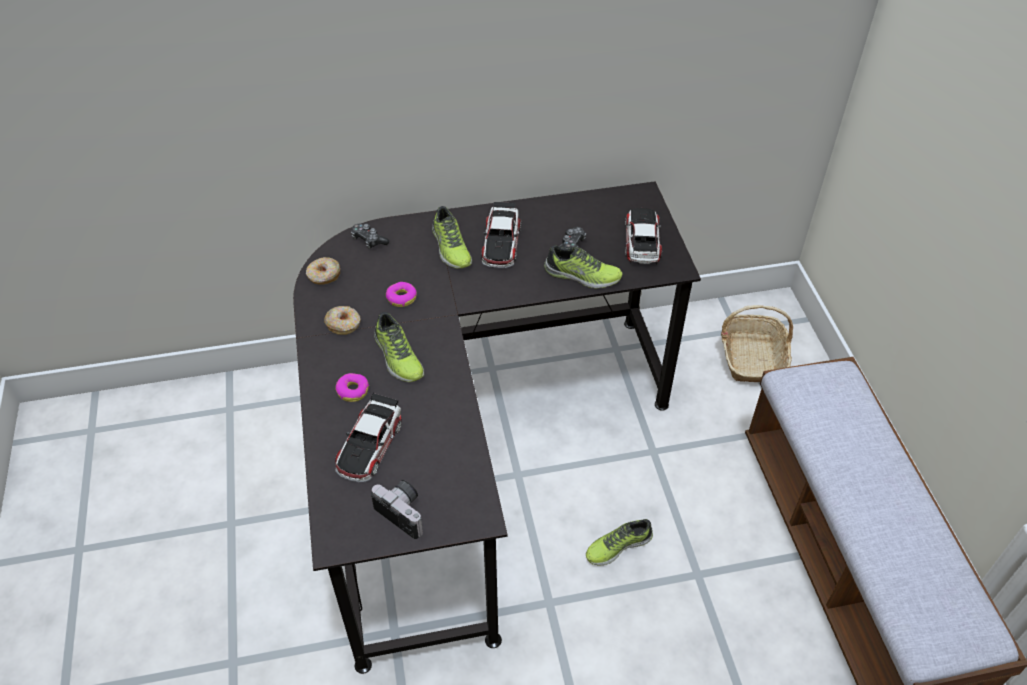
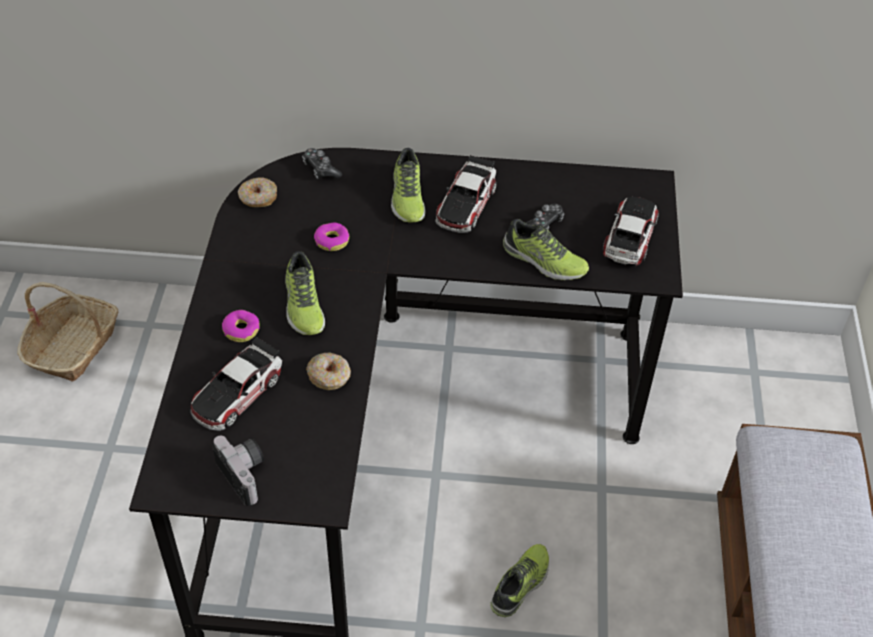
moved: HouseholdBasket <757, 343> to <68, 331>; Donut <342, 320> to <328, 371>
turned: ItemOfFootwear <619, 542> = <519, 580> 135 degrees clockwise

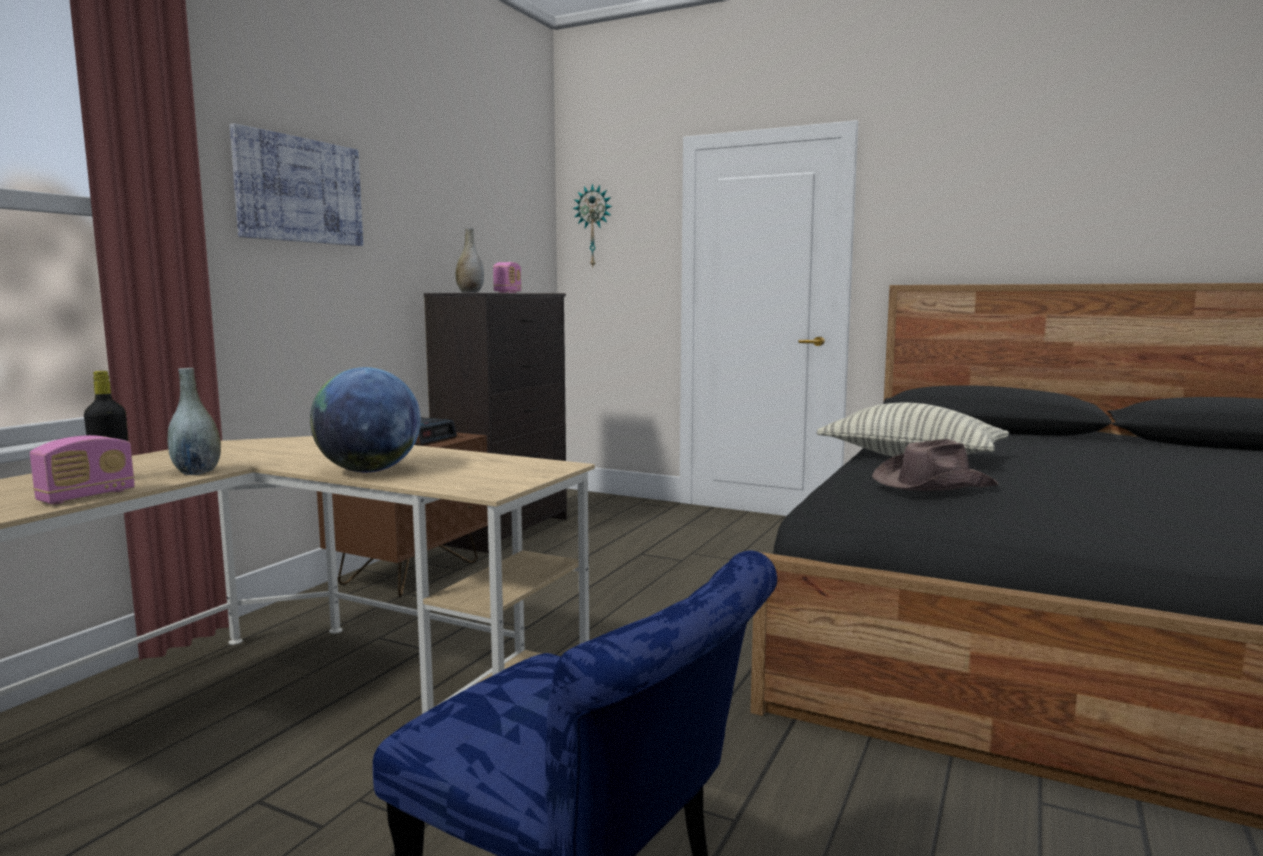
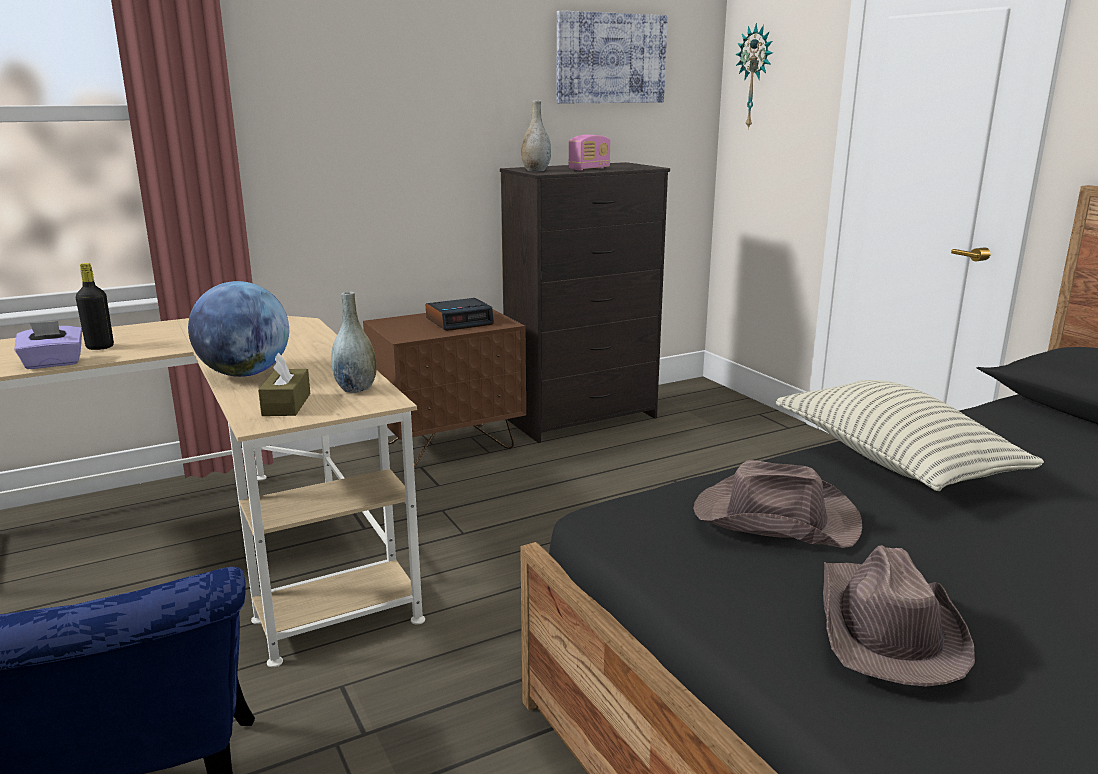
added: BrownBoxOfTissues <284, 384>; BrownHat <899, 616>
moved: Picture <296, 184> to <612, 57>; GreyFlowerVase <194, 421> to <354, 342>
replaced: Radio <82, 469> to PurpleColouredBoxOfTissues <48, 345>

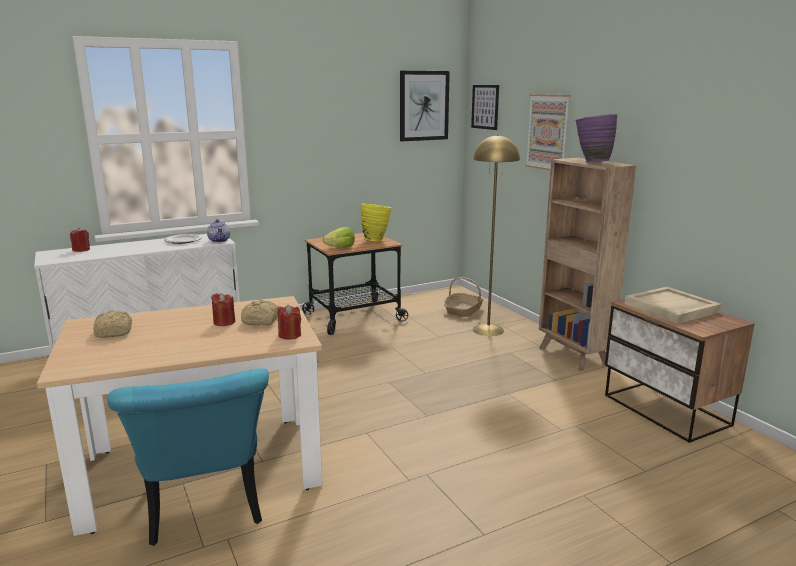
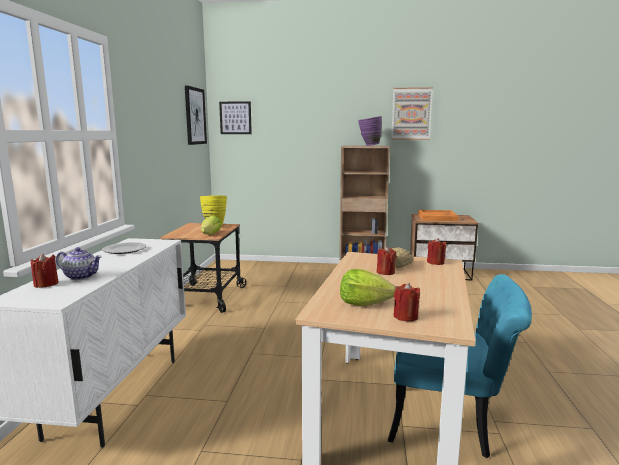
removed: YellowColouredFloorLamp <496, 235>; HouseholdBasket <464, 297>
added: RedWaxLight <406, 302>
moved: Picture <547, 132> to <412, 113>; Teapot <218, 230> to <79, 263>
replaced: BakeryBread <112, 324> to LettuceHead <368, 287>
recoloured: BeigeServingTray <672, 305> to OrangeColouredServingTray <438, 215>

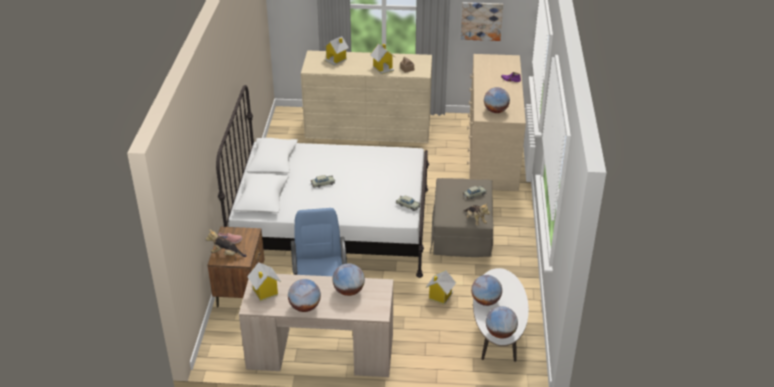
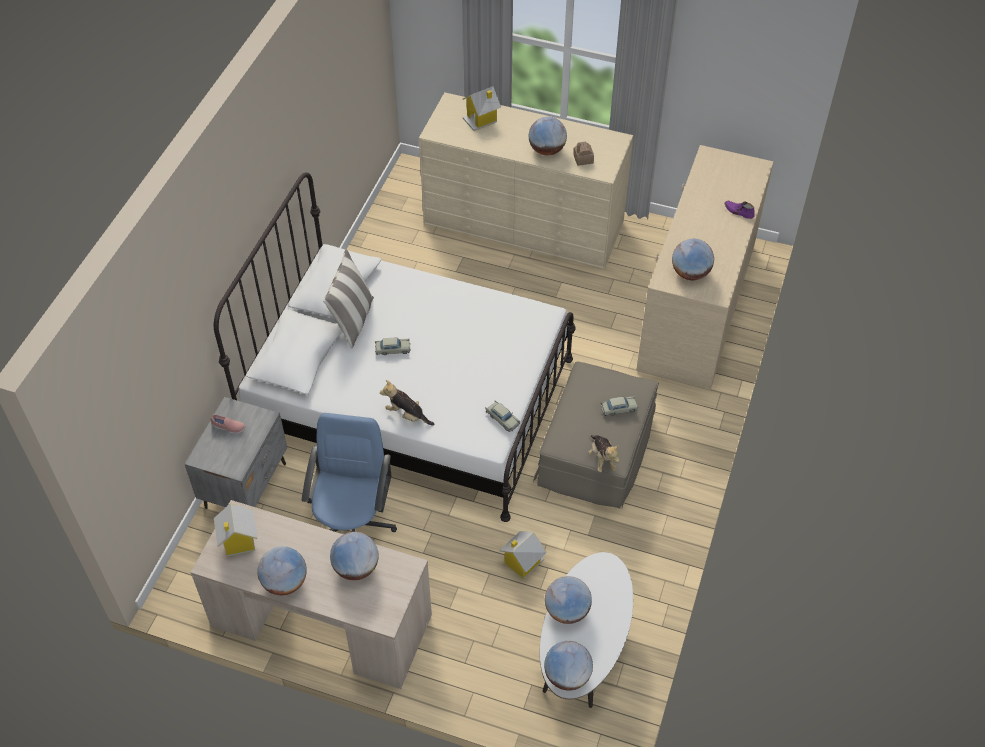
removed: Picture <482, 21>
added: Pillow <348, 298>
moved: CuddlyToy <226, 243> to <407, 403>
replaced: ToyHouse <383, 58> to DeskGlobe <548, 136>
recoloured: BrownNightstand <236, 267> to GreyNightstand <236, 453>

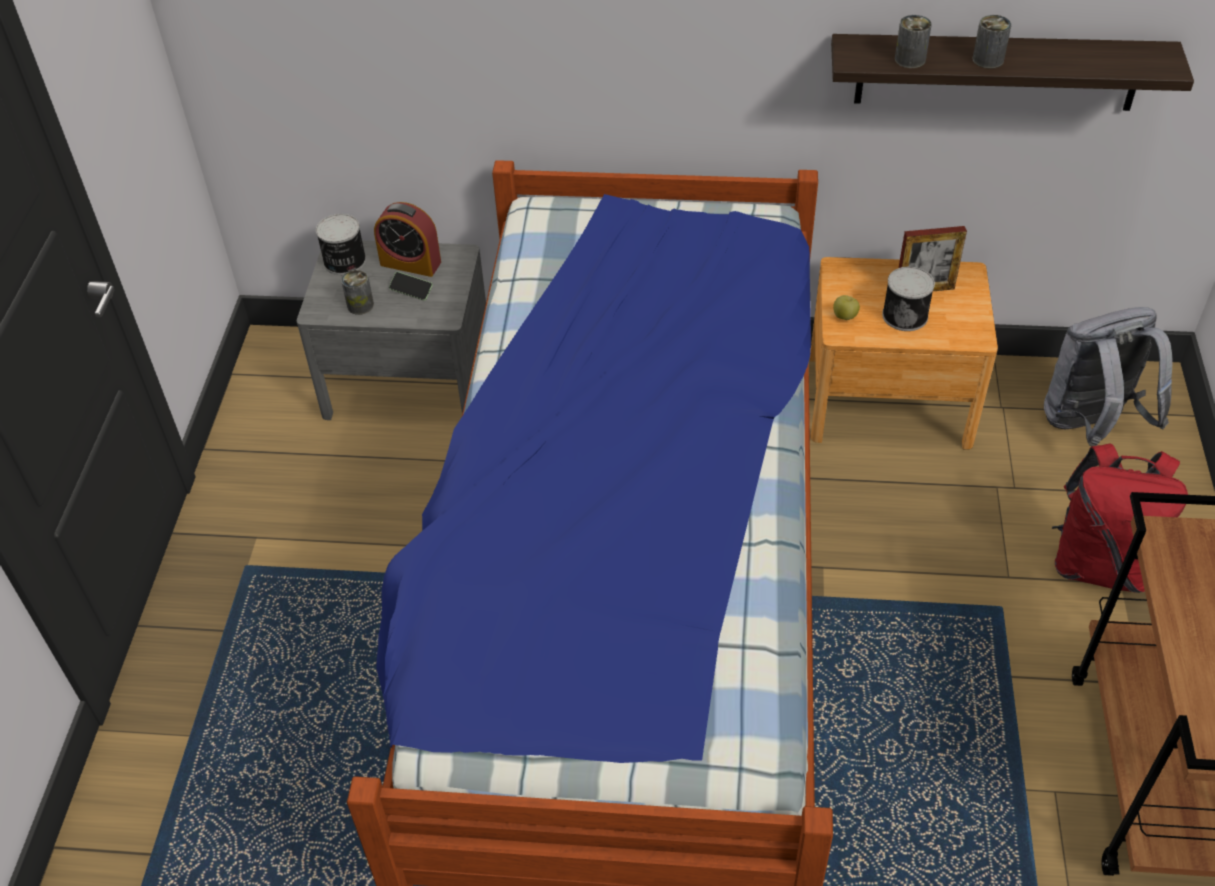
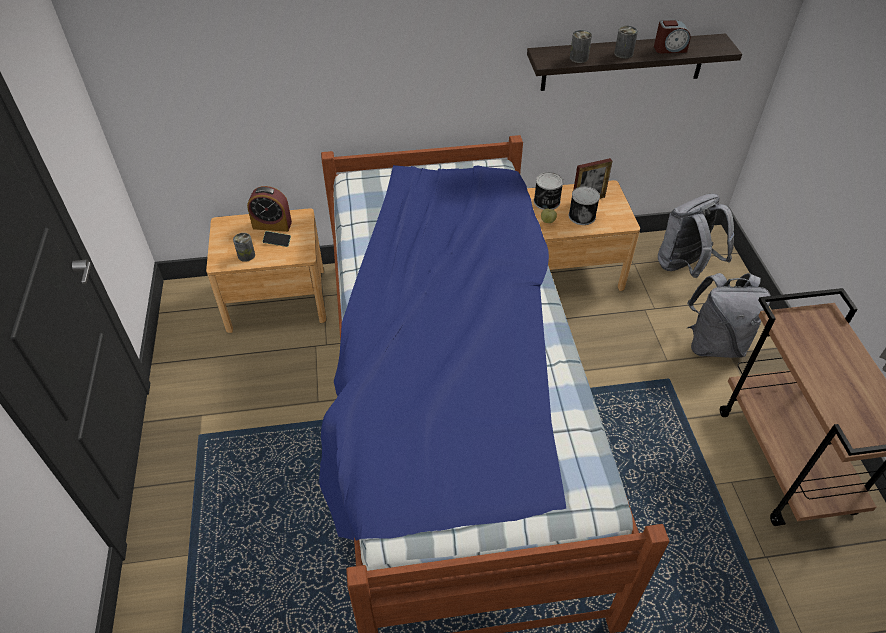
added: TableClock <672, 36>
moved: Can <341, 244> to <548, 191>
recoloured: GreyNightstand <391, 330> to BrownNightstand <266, 270>; RedBackpack <1120, 518> to GreyBackpack <729, 315>

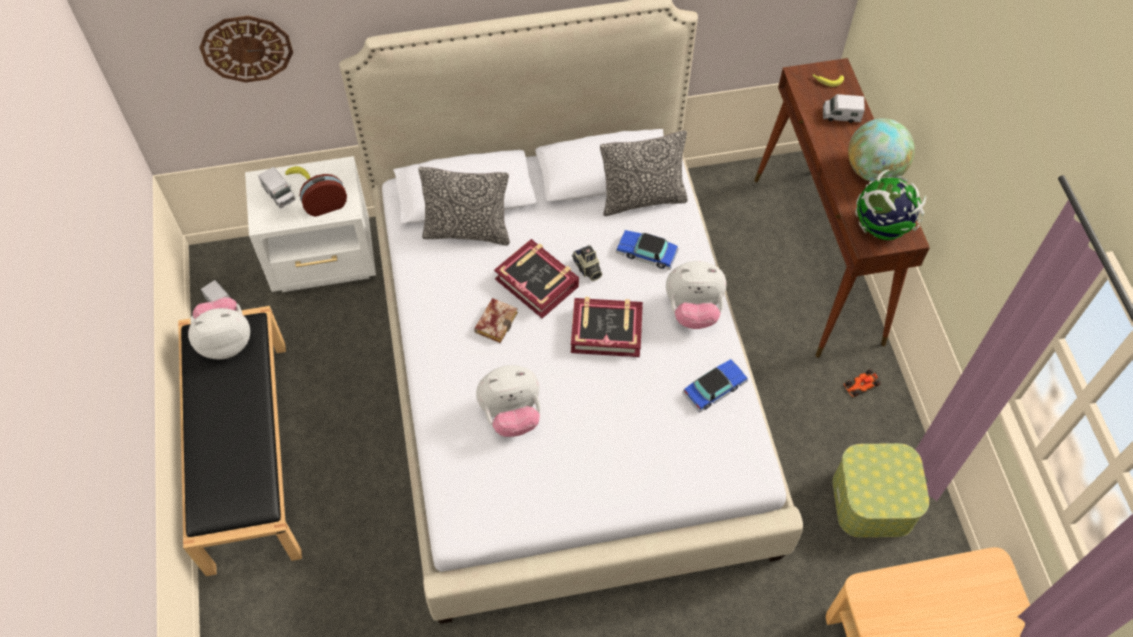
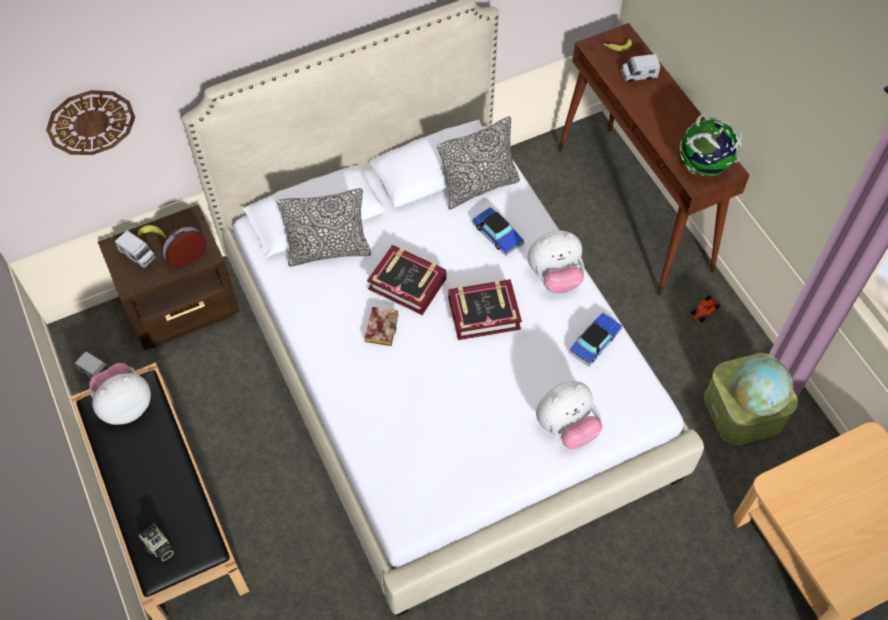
moved: DeskGlobe <881, 150> to <762, 386>; StillCamera <587, 263> to <156, 542>; CuddlyToy <508, 401> to <569, 415>
recoloured: WhiteColouredNightstand <310, 224> to BrownNightstand <169, 277>
turned: ModelCar <647, 250> = <498, 232> 135 degrees counterclockwise

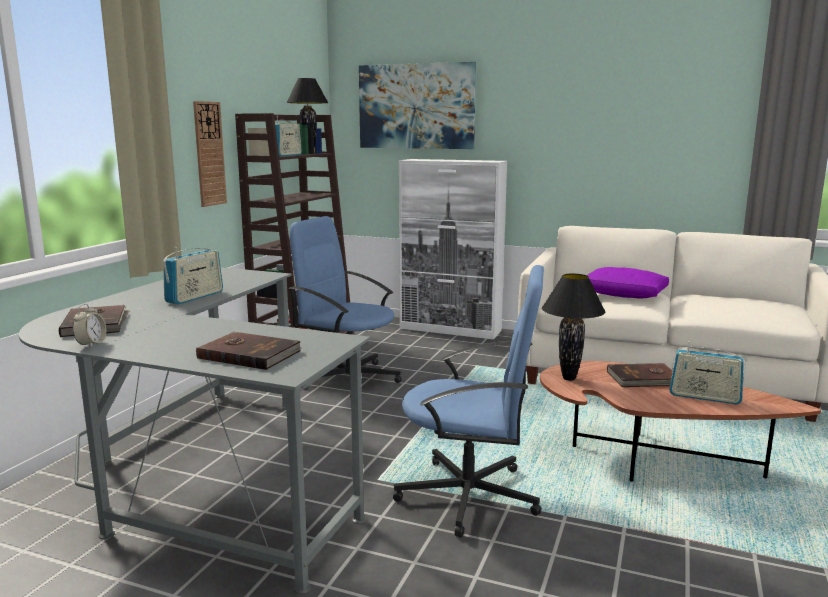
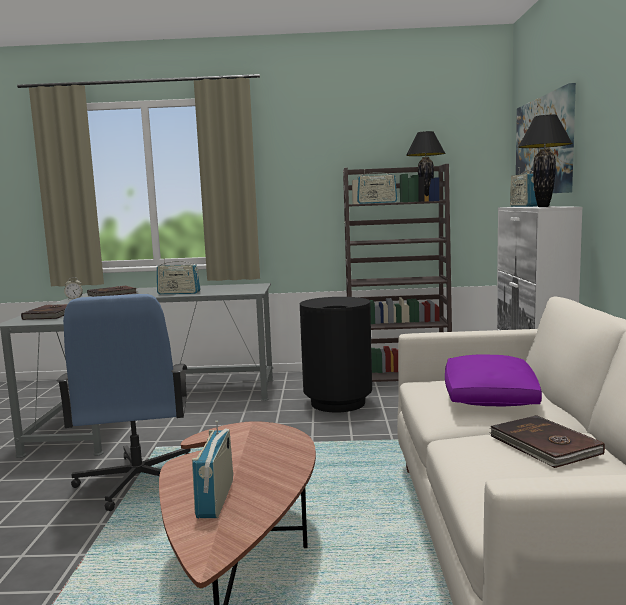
removed: WallClock <210, 154>
added: Radio <524, 187>
moved: BlackColouredTableLamp <574, 327> to <545, 160>; BrownBoundBook <640, 375> to <547, 441>
replaced: BlueComputerChair <345, 307> to BlackColouredTrashCan <336, 355>

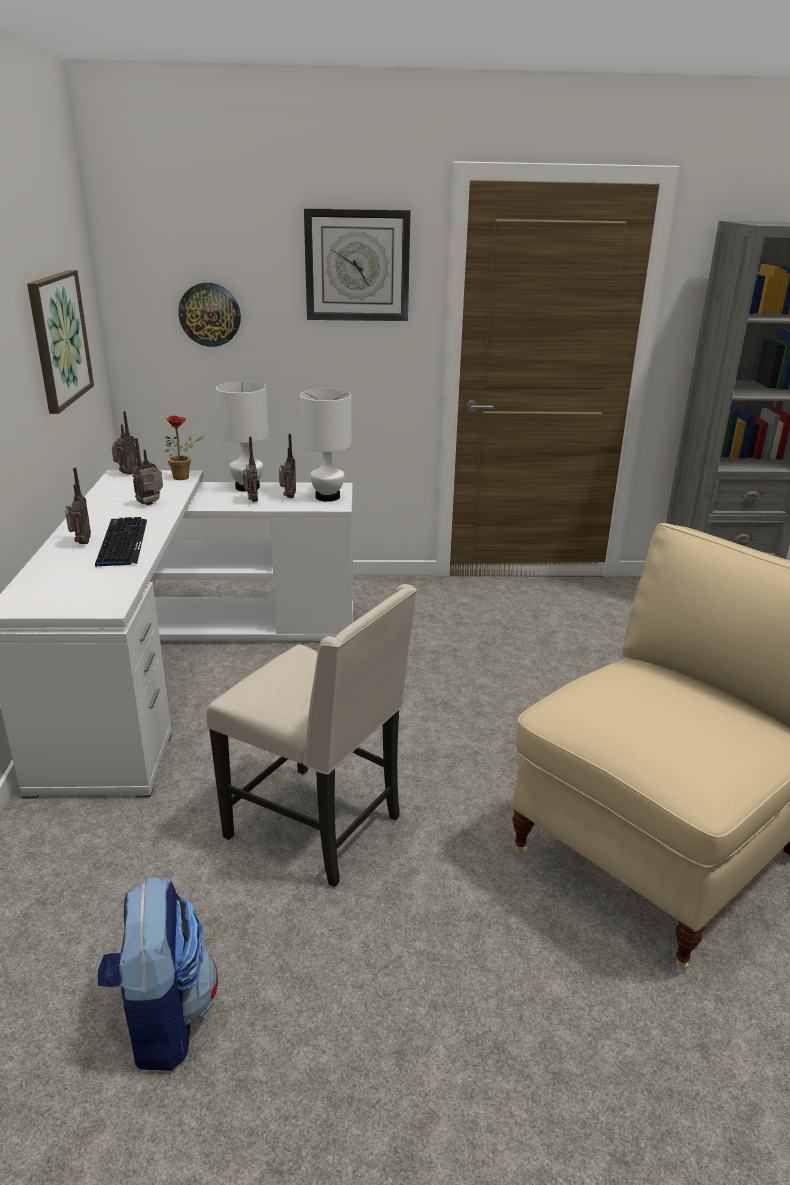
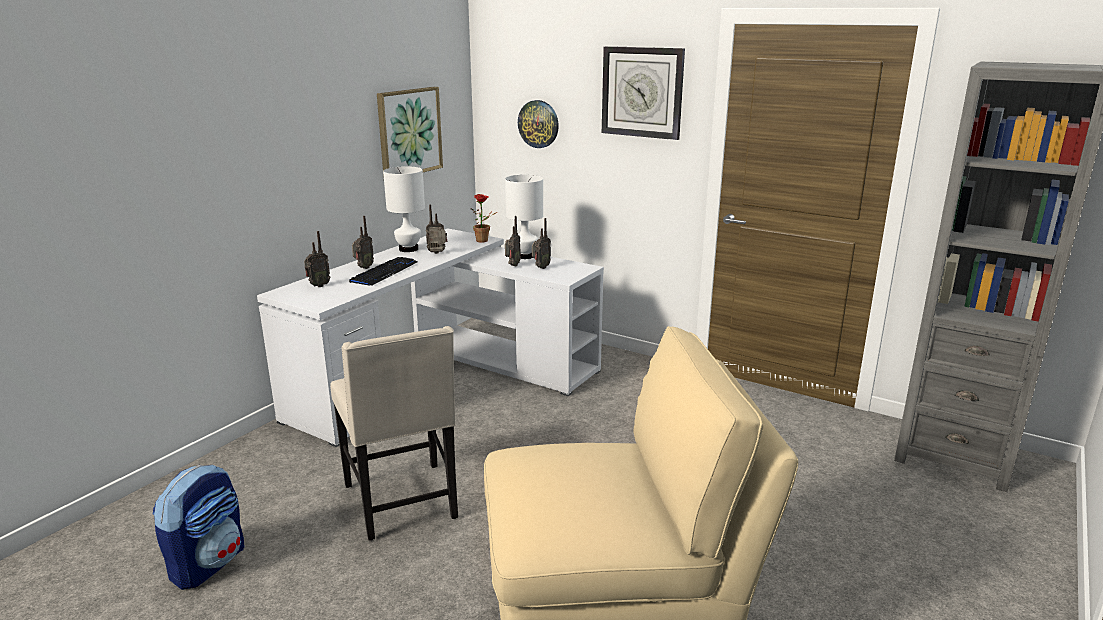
moved: WhiteColouredTableLamp <325, 445> to <404, 209>; Radio <124, 443> to <317, 259>

